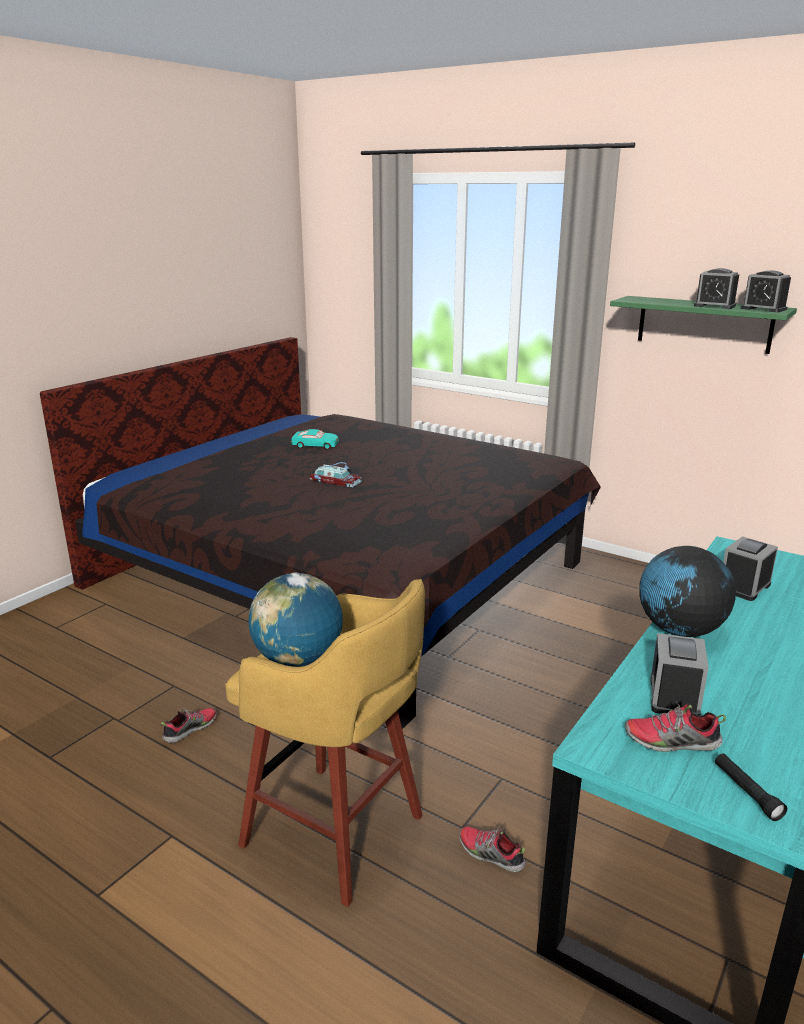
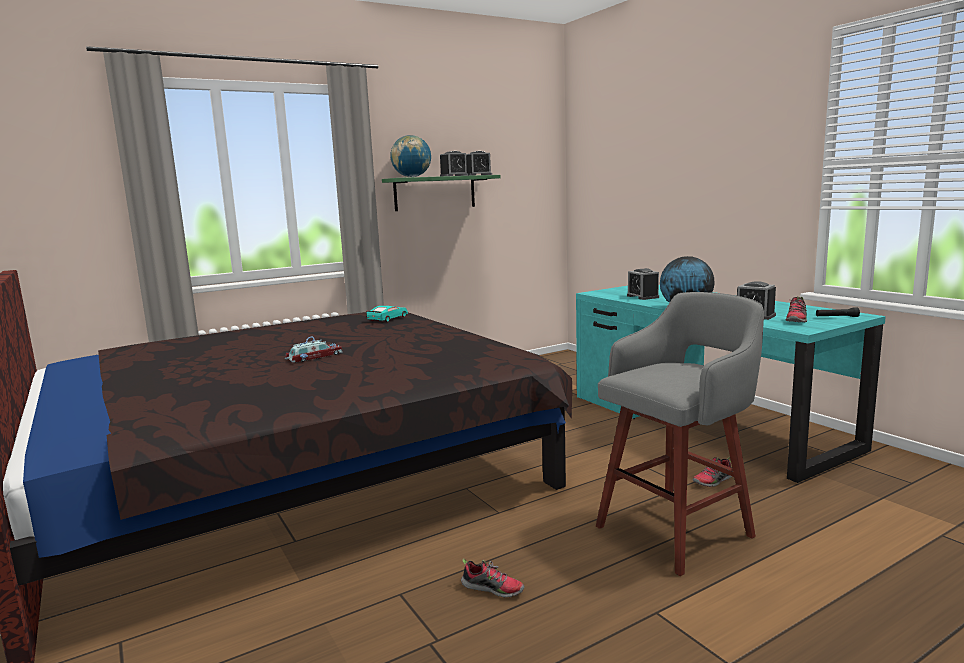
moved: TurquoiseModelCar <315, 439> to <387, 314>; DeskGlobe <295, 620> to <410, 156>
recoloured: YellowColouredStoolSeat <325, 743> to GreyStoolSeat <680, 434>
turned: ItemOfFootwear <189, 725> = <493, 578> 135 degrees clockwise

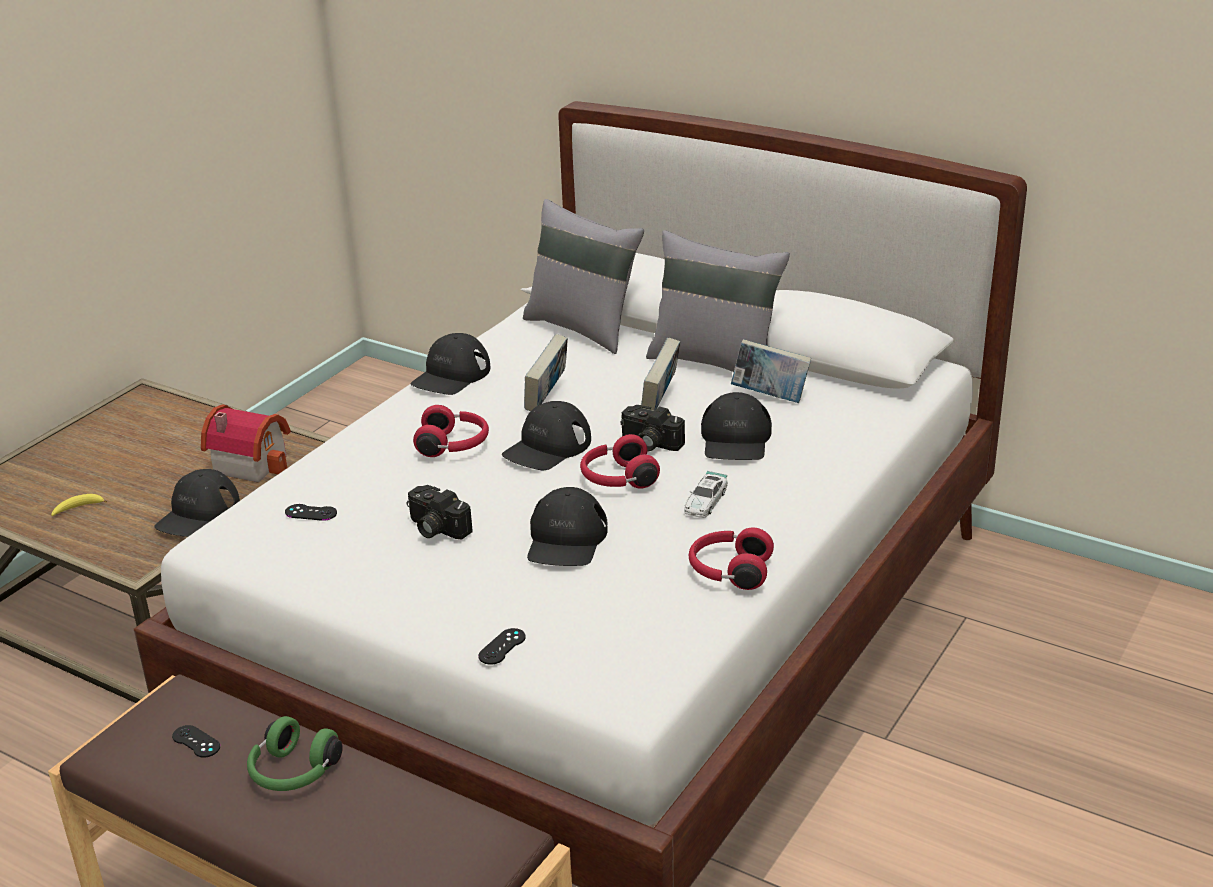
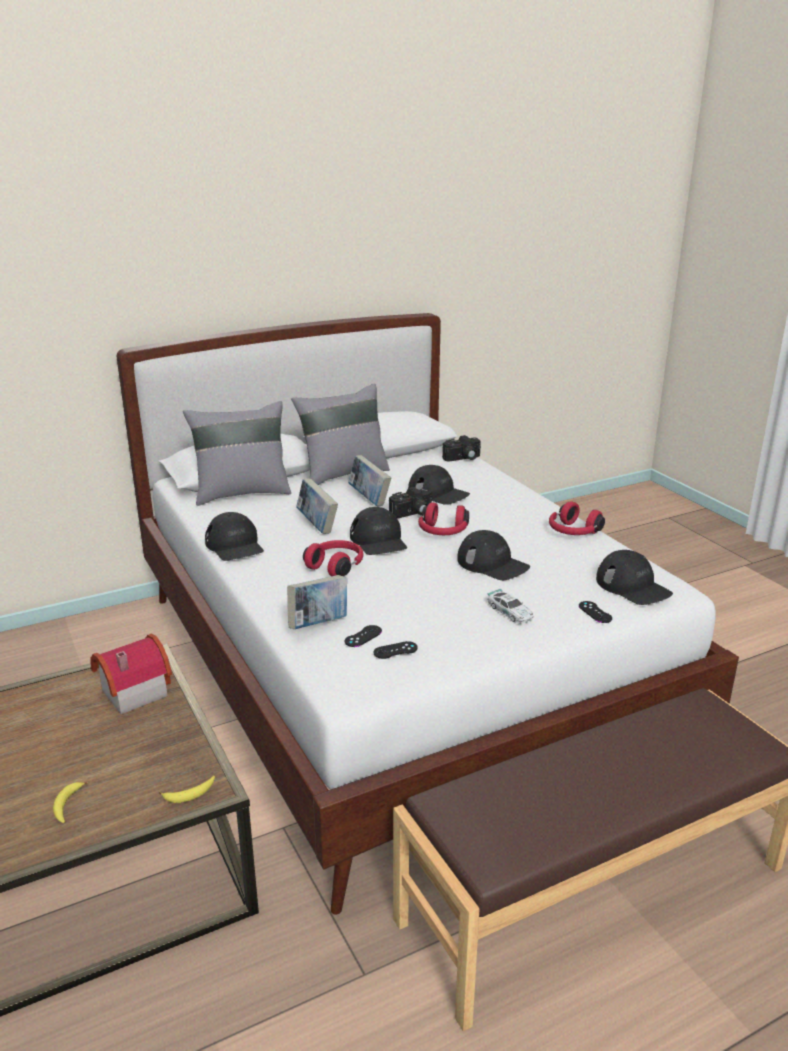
removed: GreenColouredHeadphones <295, 753>
added: BananaFruit <187, 789>
moved: BoundBook <771, 371> to <317, 602>; BlackColouredPeakedCap <197, 503> to <634, 577>; ModelCar <706, 494> to <510, 606>; StillCamera <439, 512> to <461, 448>; BlackColouredGameController <196, 741> to <396, 650>

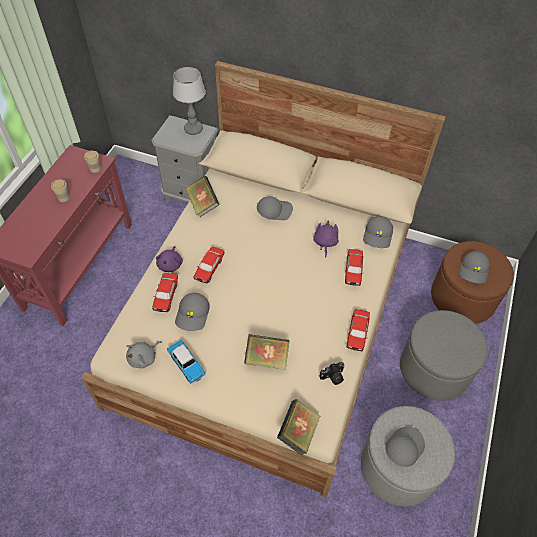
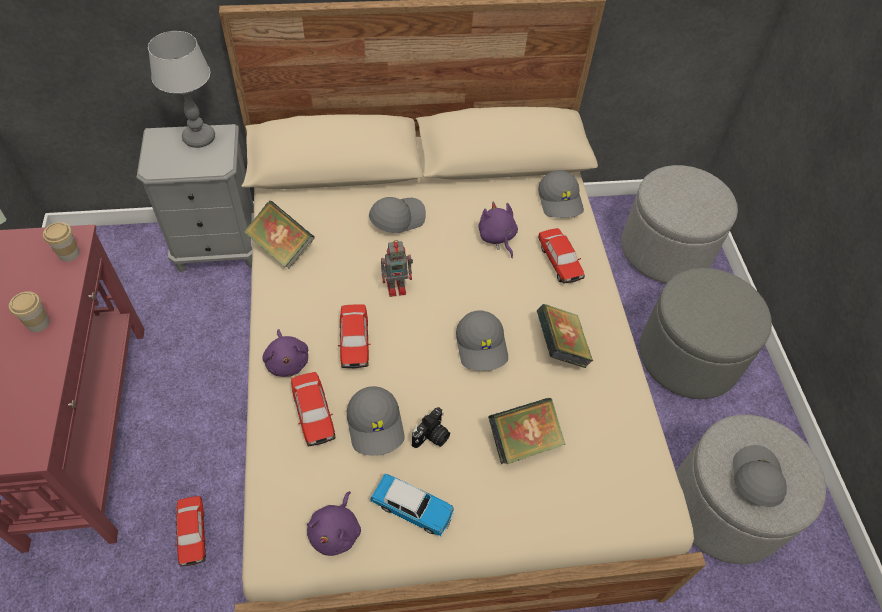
added: ModelRobot <397, 268>
moved: GreyPeakedCap <475, 267> to <482, 341>; ModelCar <358, 330> to <190, 531>; StillCamera <332, 373> to <431, 427>; BoundBook <298, 427> to <565, 336>
recoloured: BrownOttoman <472, 282> to GreyOttoman <679, 224>; GreyCuddlyToy <143, 354> to PurpleColouredCuddlyToy <334, 523>

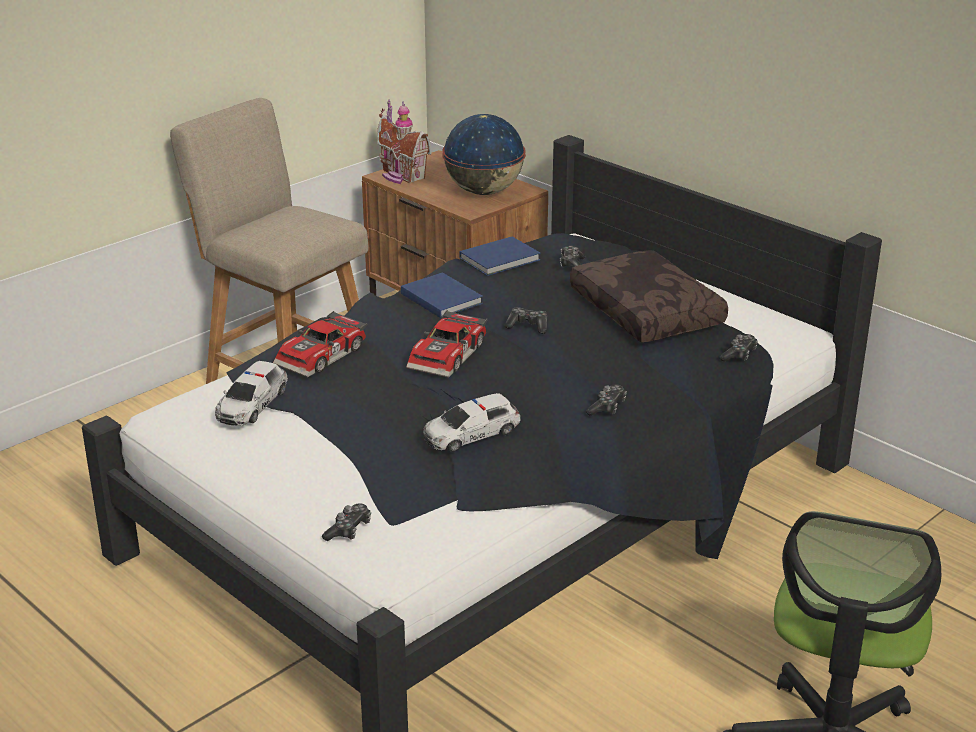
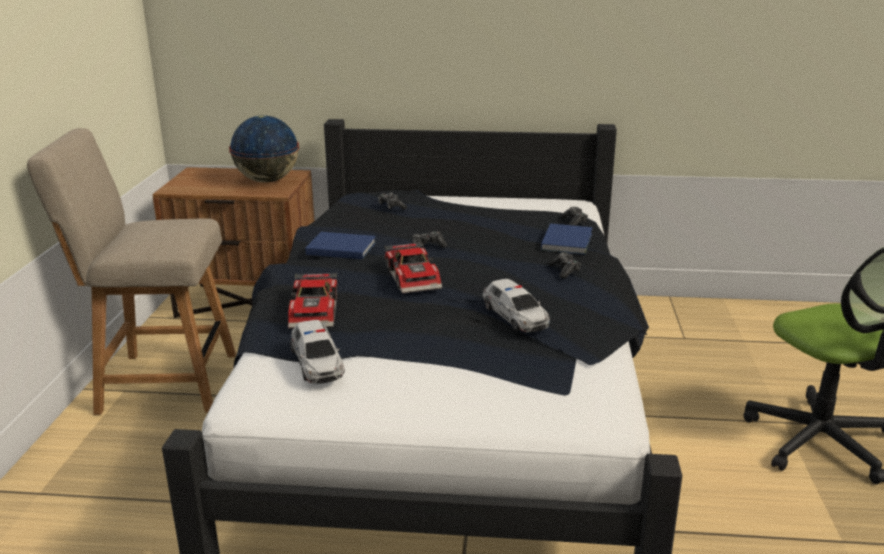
removed: ToyHouse <404, 141>; BrownPillow <649, 296>; GameController <346, 522>
moved: BlueBoundBook <499, 256> to <567, 239>
turned: ModelCar <472, 422> = <516, 305> 45 degrees counterclockwise

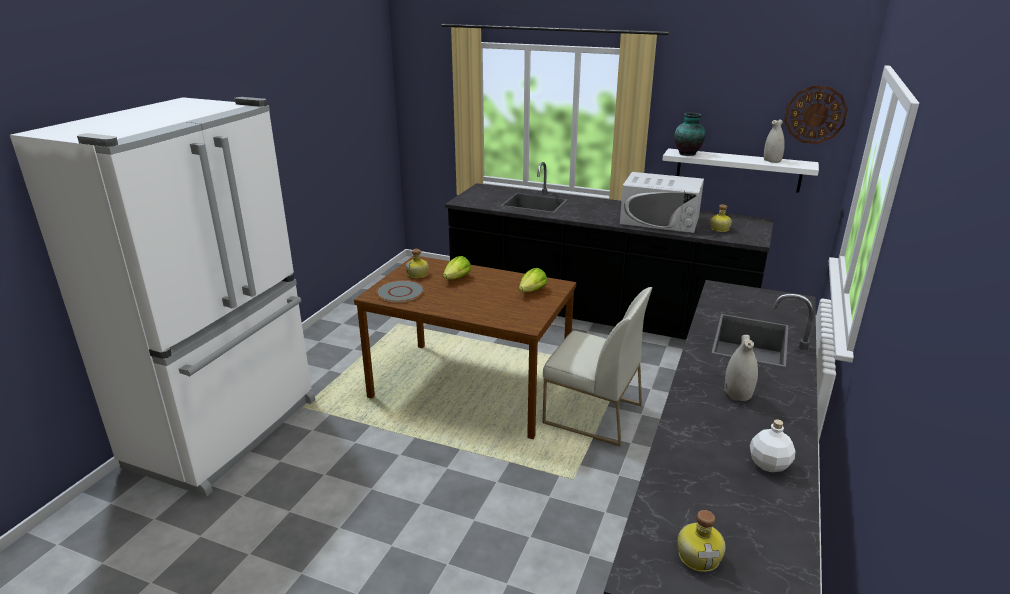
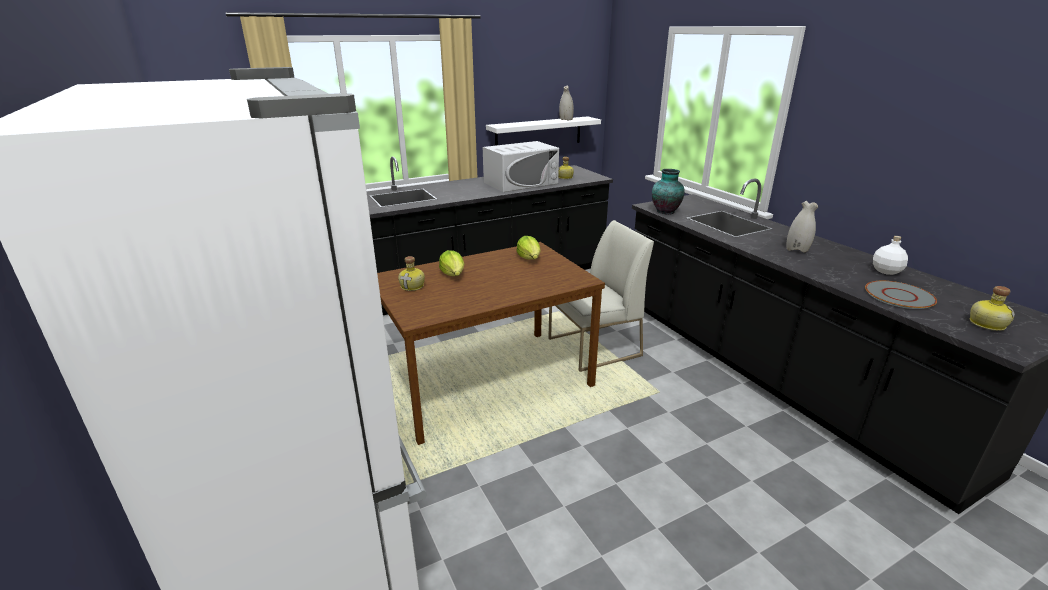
removed: WallClock <816, 115>
moved: FlowerVase <690, 134> to <668, 192>; GreyFlatDish <400, 291> to <901, 295>

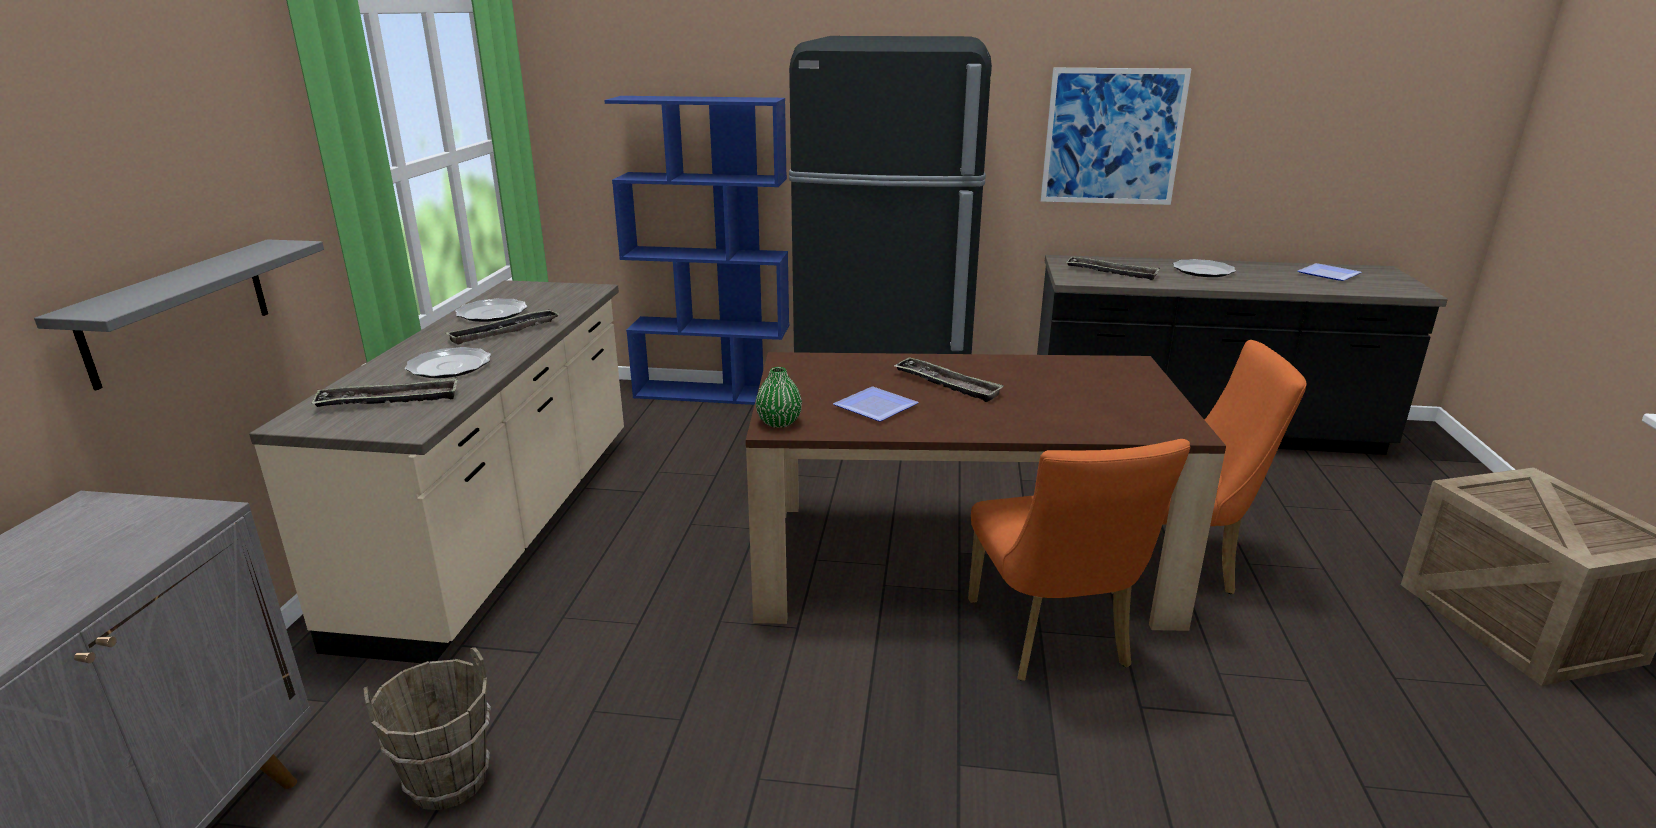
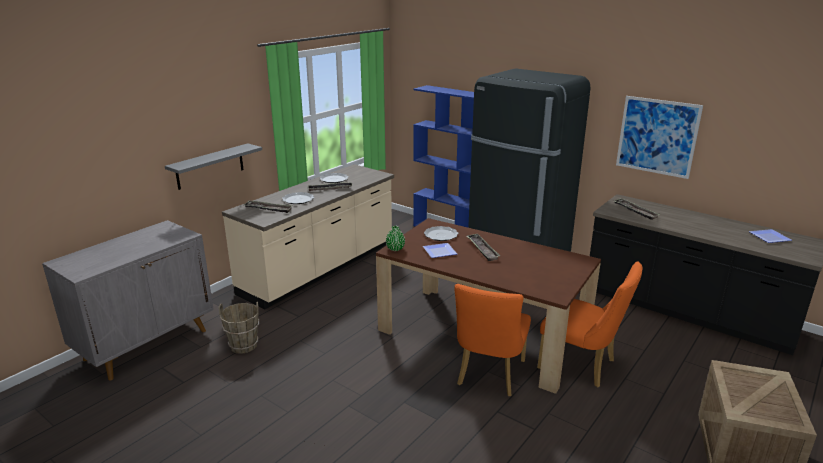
moved: FlatDish <1204, 268> to <441, 233>

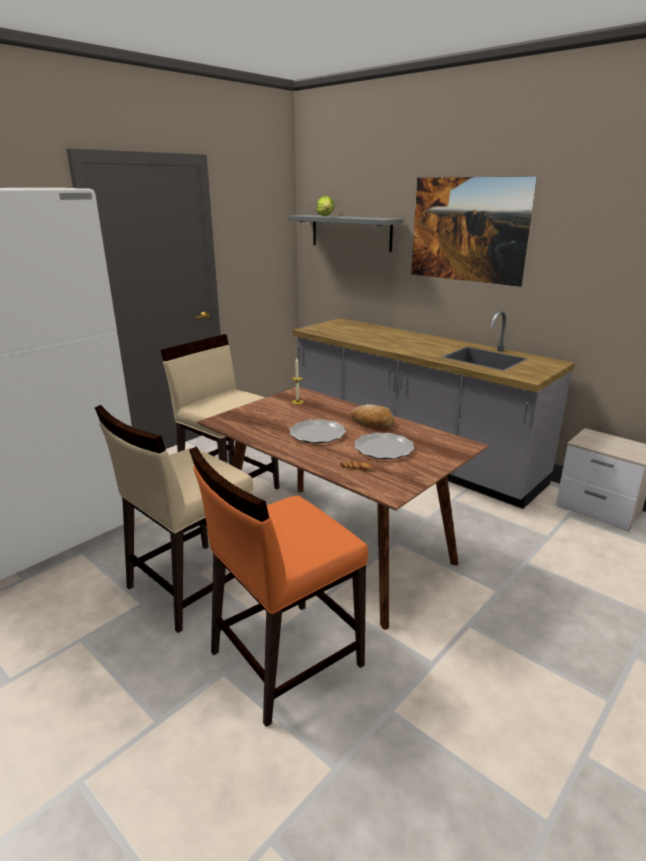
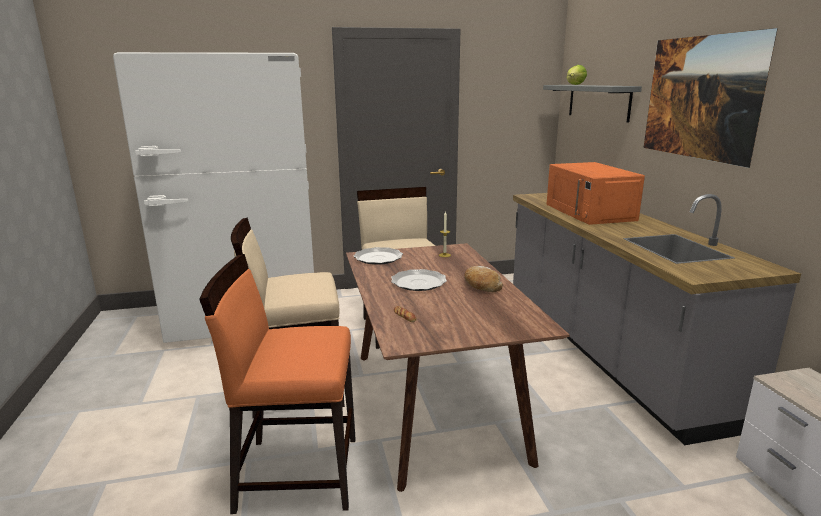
added: OrangeColouredMicrowave <595, 193>
moved: FlatDish <384, 446> to <378, 256>

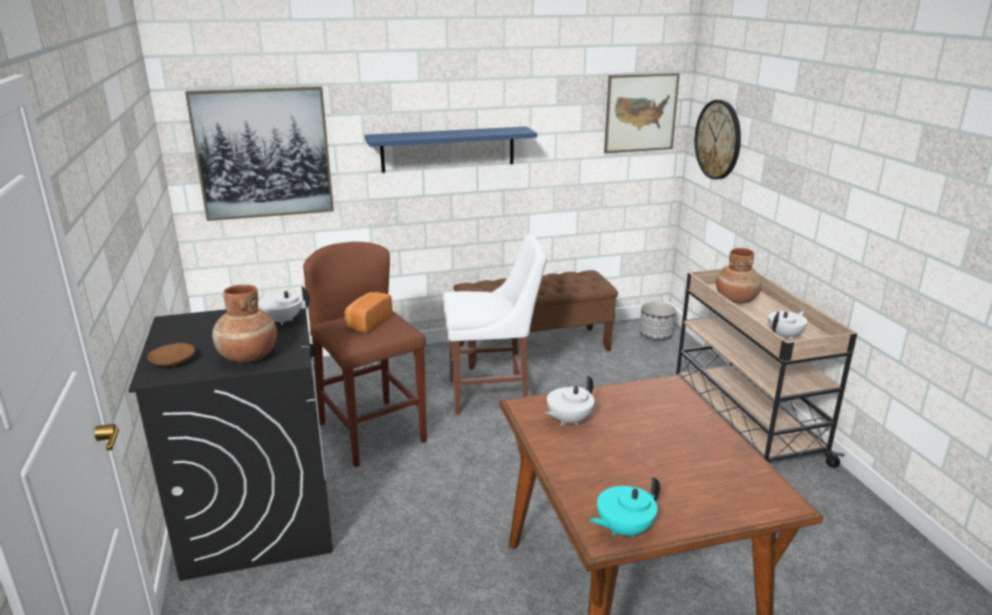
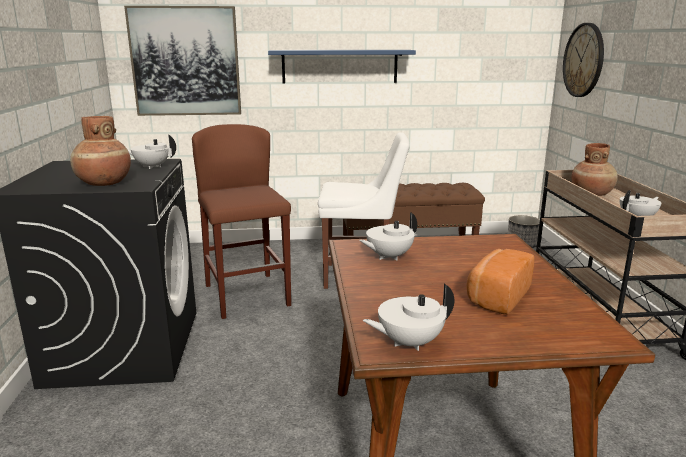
removed: Picture <642, 113>; BrownFlatDish <171, 354>
moved: BakeryBread <368, 312> to <500, 281>
recoloured: TurquoiseTeapot <624, 507> to WhiteColouredTeapot <408, 317>

